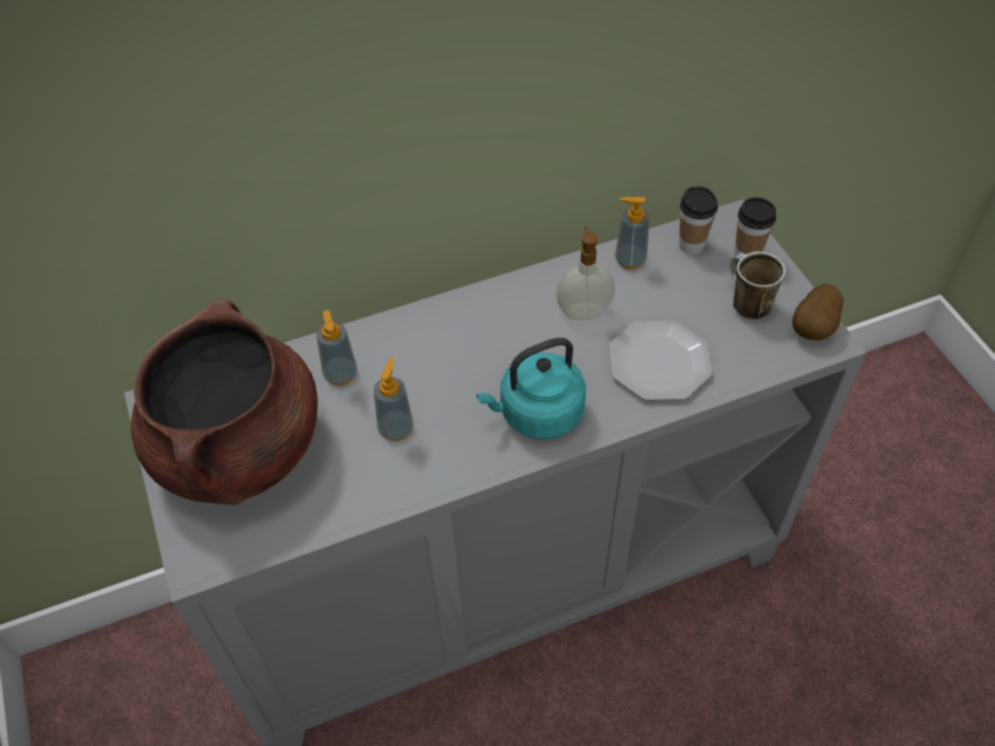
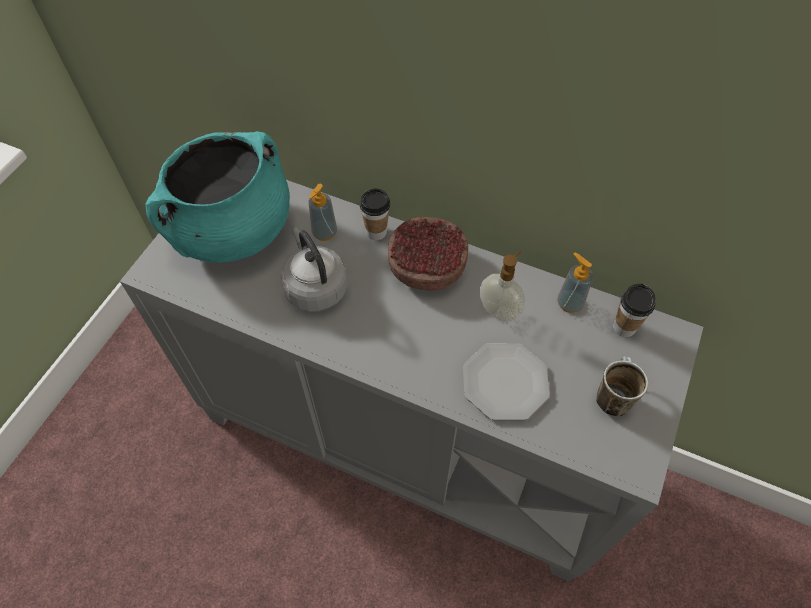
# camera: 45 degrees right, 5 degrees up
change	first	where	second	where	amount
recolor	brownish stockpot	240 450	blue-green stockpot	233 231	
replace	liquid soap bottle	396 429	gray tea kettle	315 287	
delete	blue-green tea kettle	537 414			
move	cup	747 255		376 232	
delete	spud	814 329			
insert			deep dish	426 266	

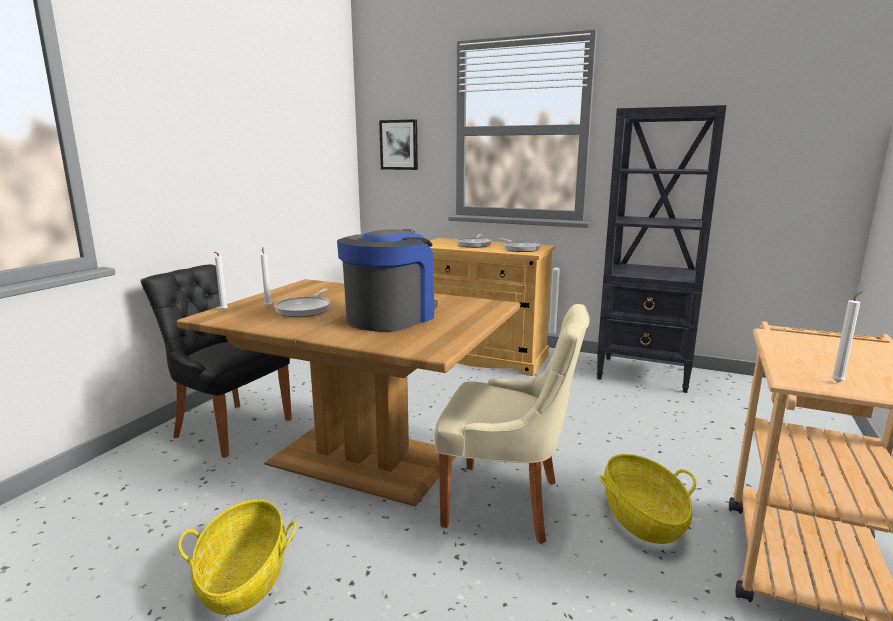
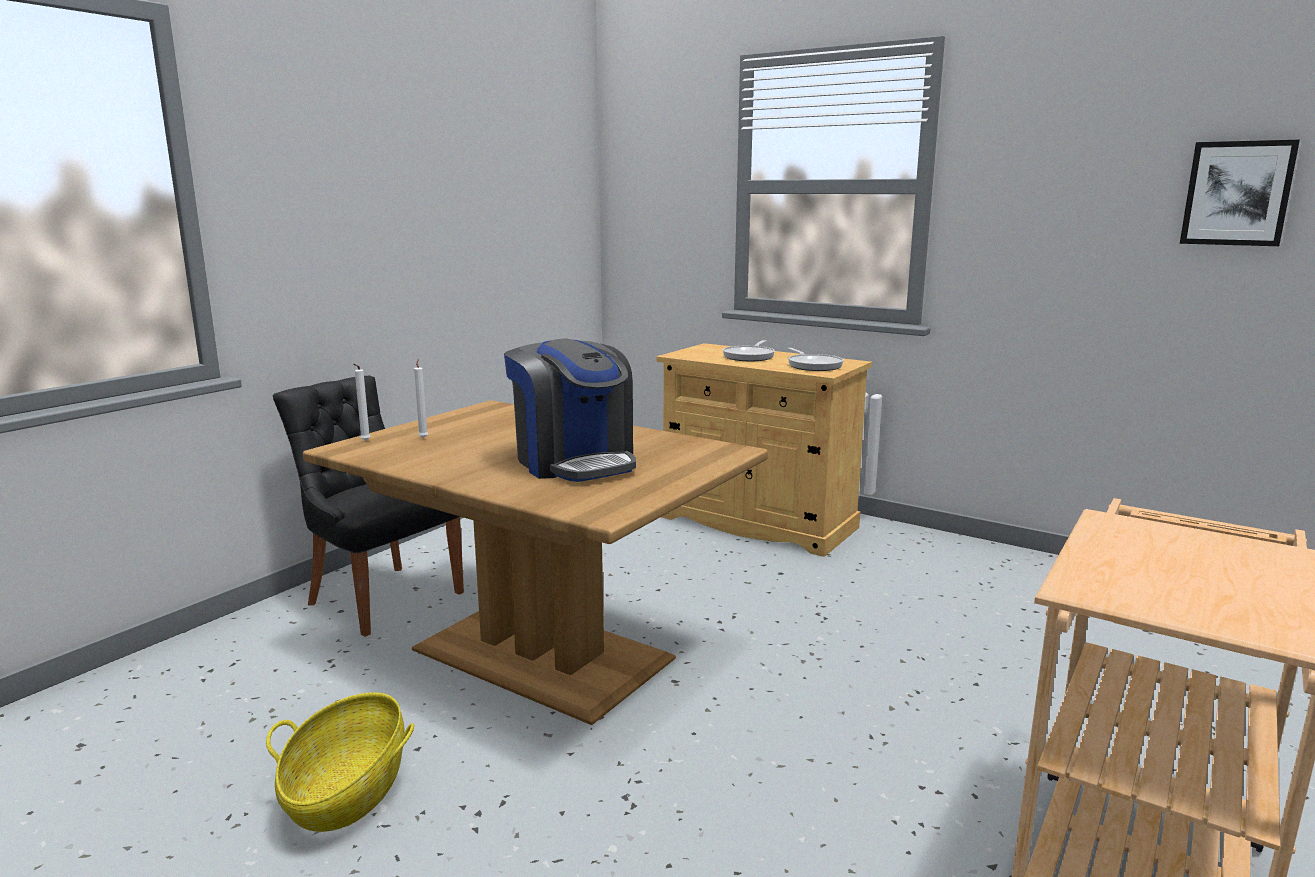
# camera: 10 degrees right, 0 degrees up
change	first	where	second	where	amount
delete	frying pan	305 309			
rotate	coffee maker	391 317		574 462	105 degrees clockwise
move	wall art	399 145		1237 193	
delete	beige-coloured plain chair	507 503			
delete	black bookshelf	644 374			
delete	storage basket	642 518			
delete	whitish candle	838 382			

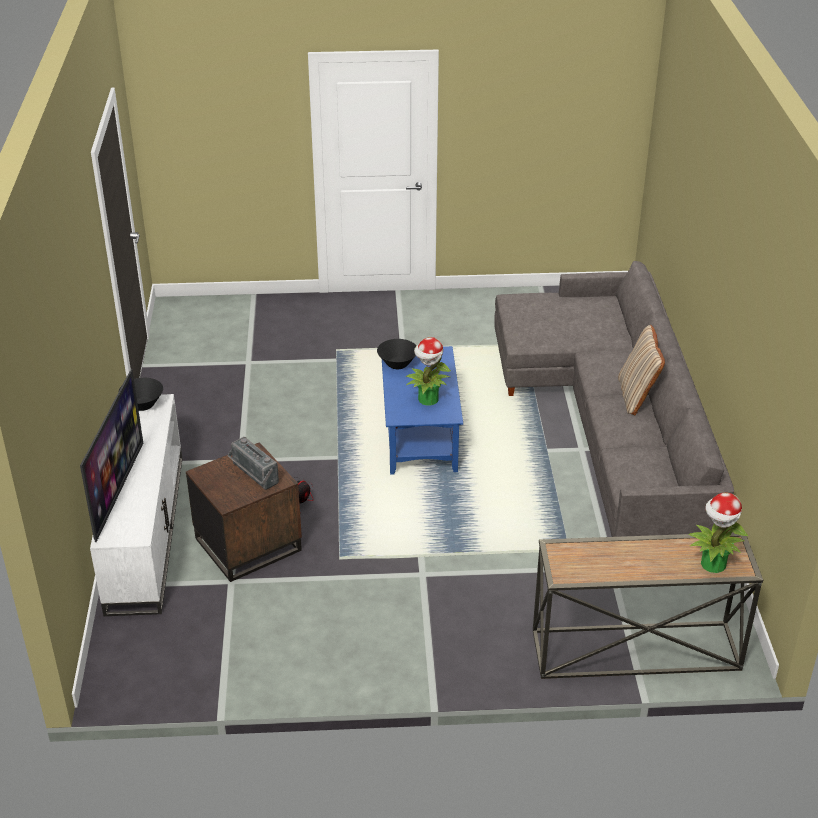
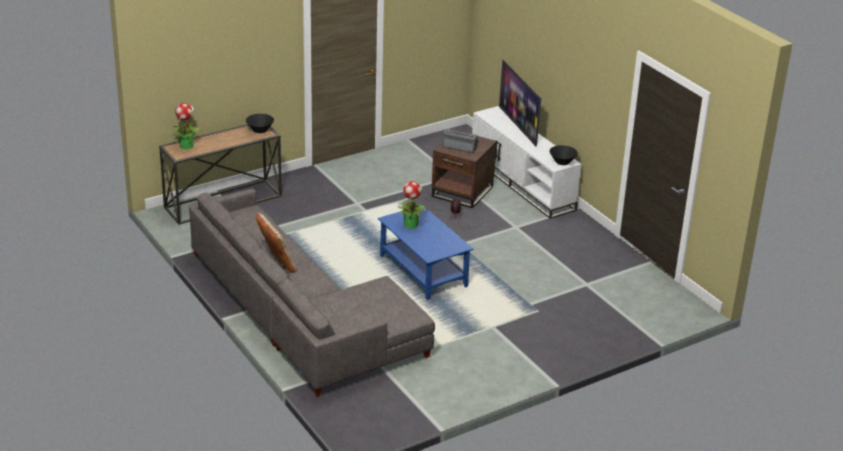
# camera: 150 degrees right, 5 degrees down
change	first	where	second	where	amount
move	black deep dish	397 364		260 130	

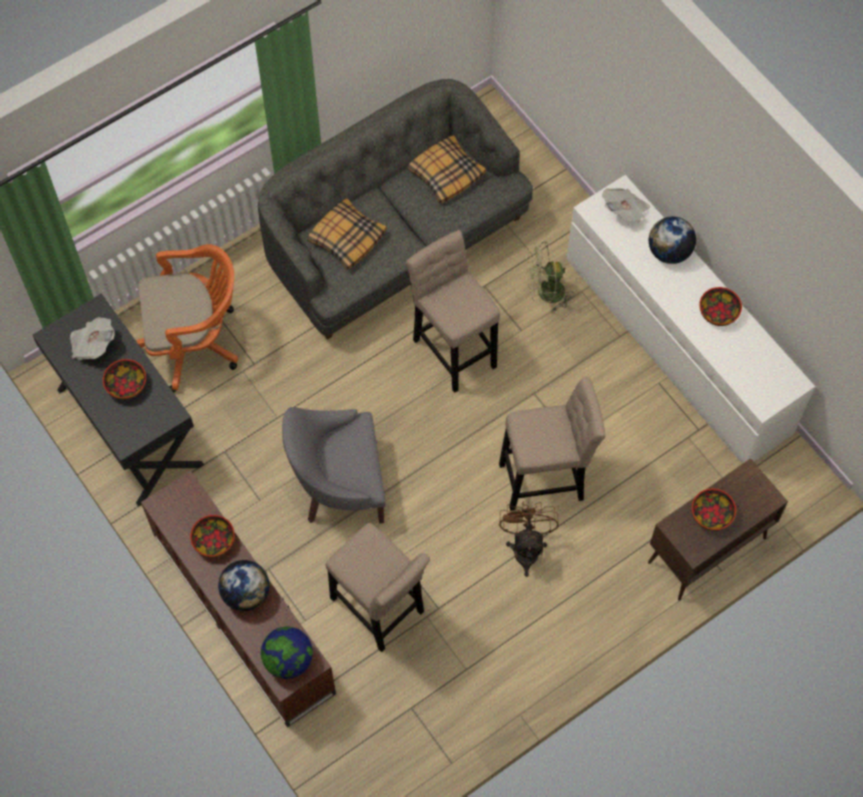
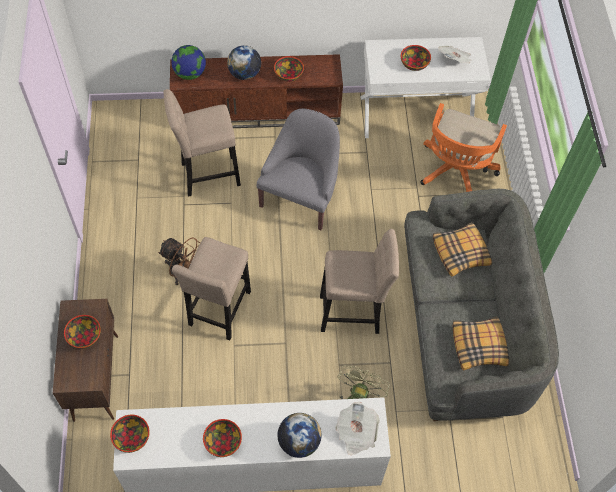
# camera: 120 degrees right, 5 degrees down
change	first	where	second	where	amount
recolor	black desk table	128 427	whitish desk table	416 114	
insert			deep dish	131 437	

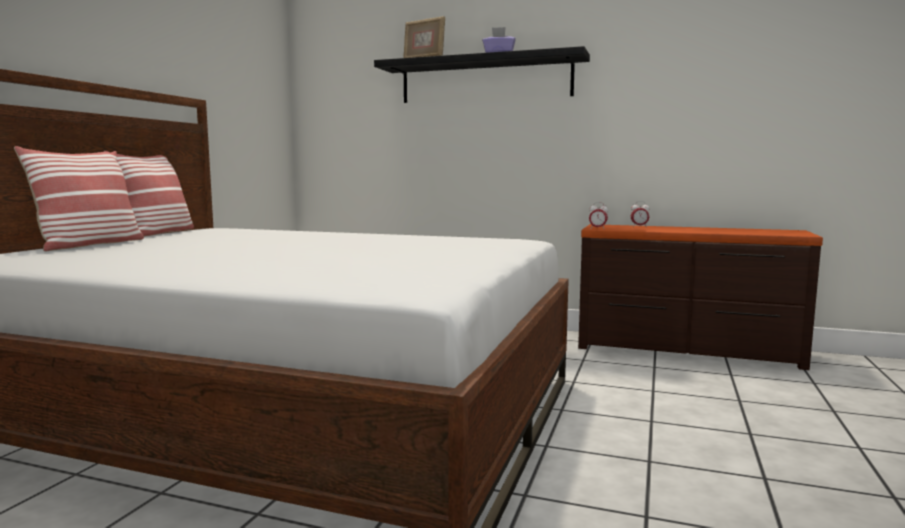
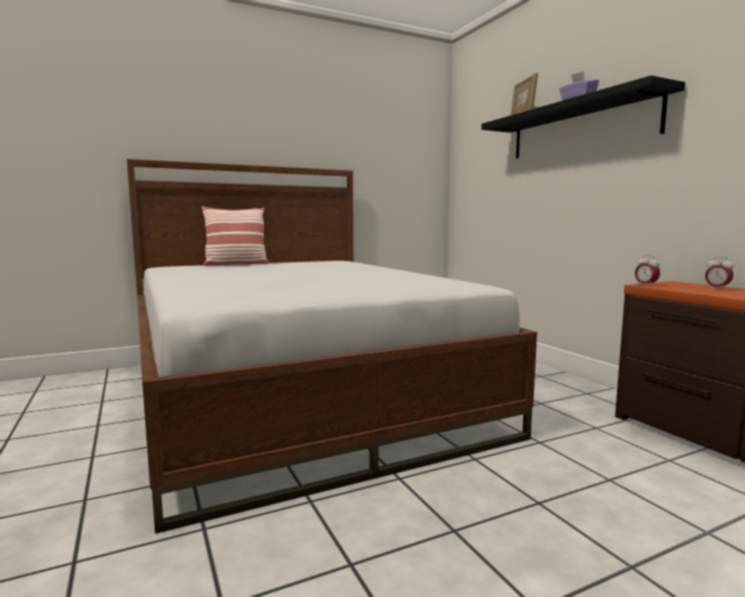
# camera: 45 degrees right, 0 degrees up
change	first	where	second	where	amount
delete	throw pillow	157 233			

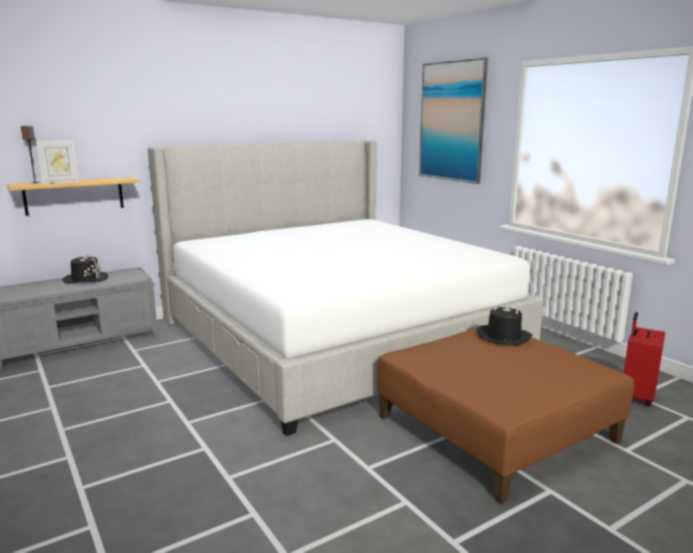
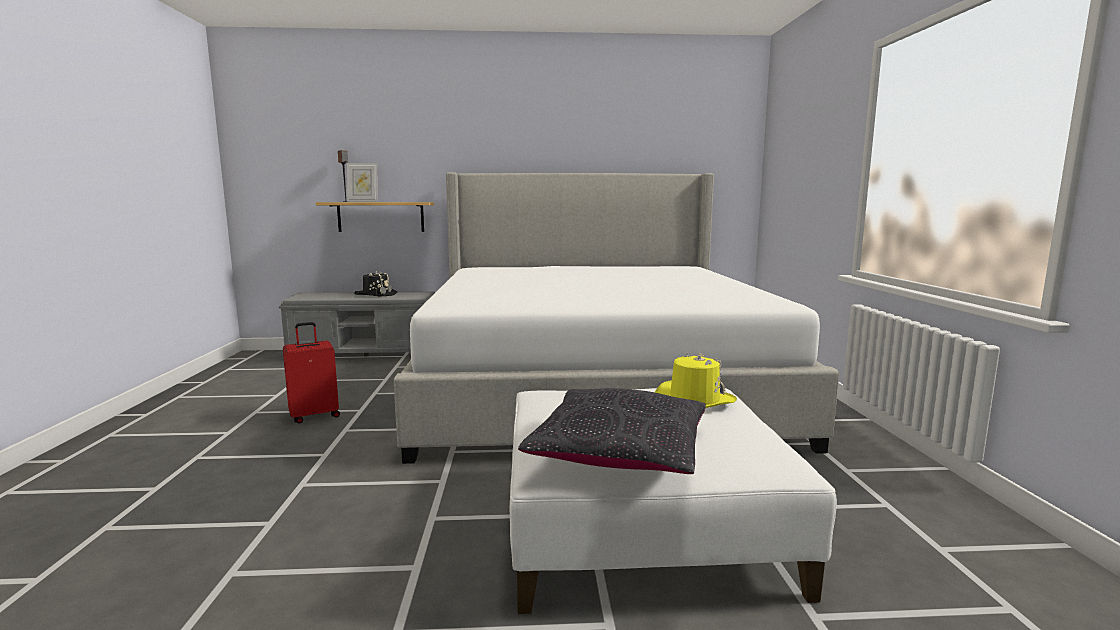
# camera: 30 degrees right, 5 degrees down
change	first	where	second	where	amount
recolor	brownish footrest	496 429	whitish footrest	642 525	
delete	wall art	451 121			
recolor	black clothing hat	503 337	yellow clothing hat	694 399	
move	reddish piece of luggage	636 397		314 416	
insert			black throw pillow	620 453	

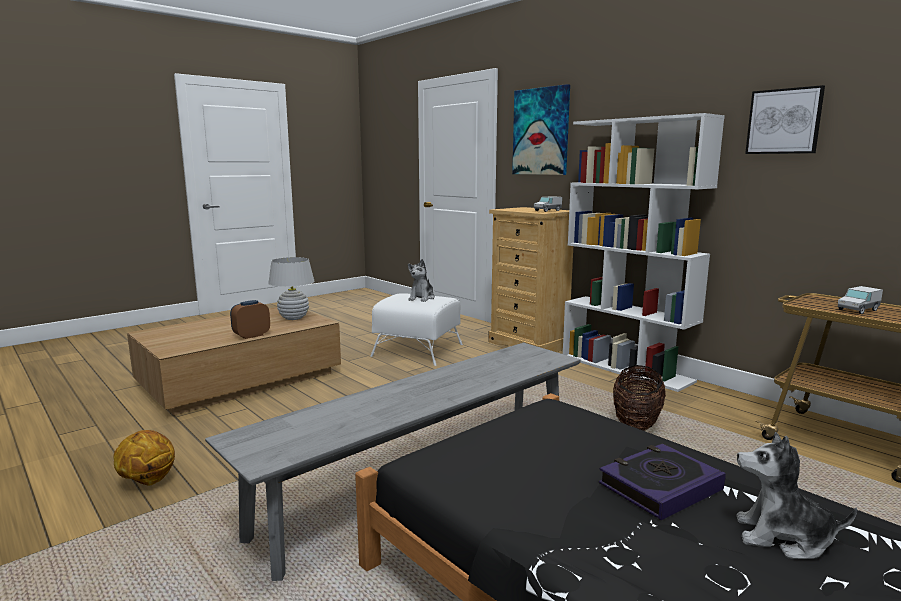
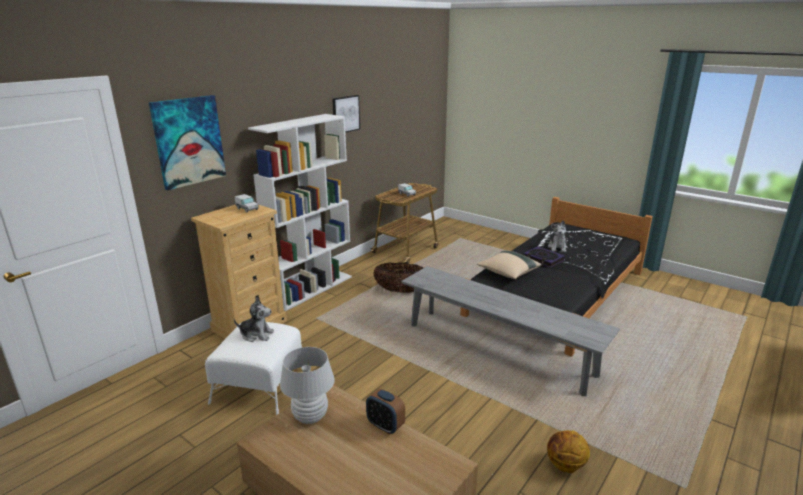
# camera: 100 degrees left, 10 degrees up
change	first	where	second	where	amount
insert			beige-coloured throw pillow	508 273	

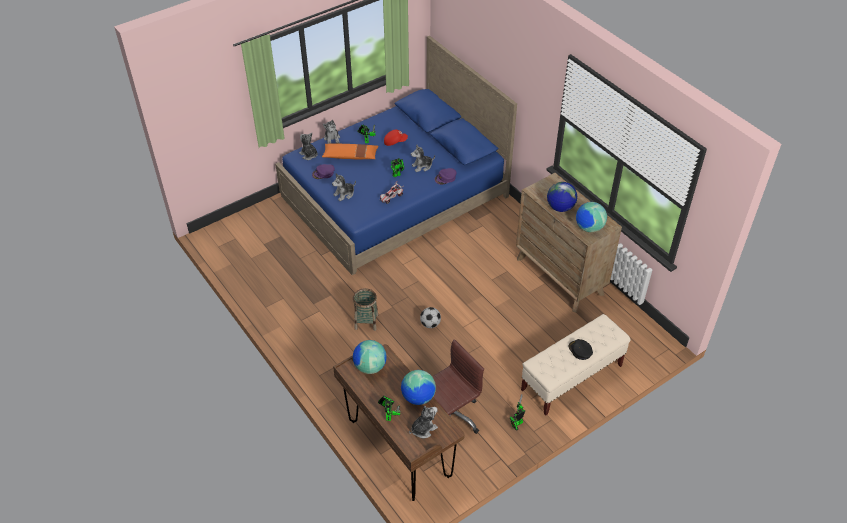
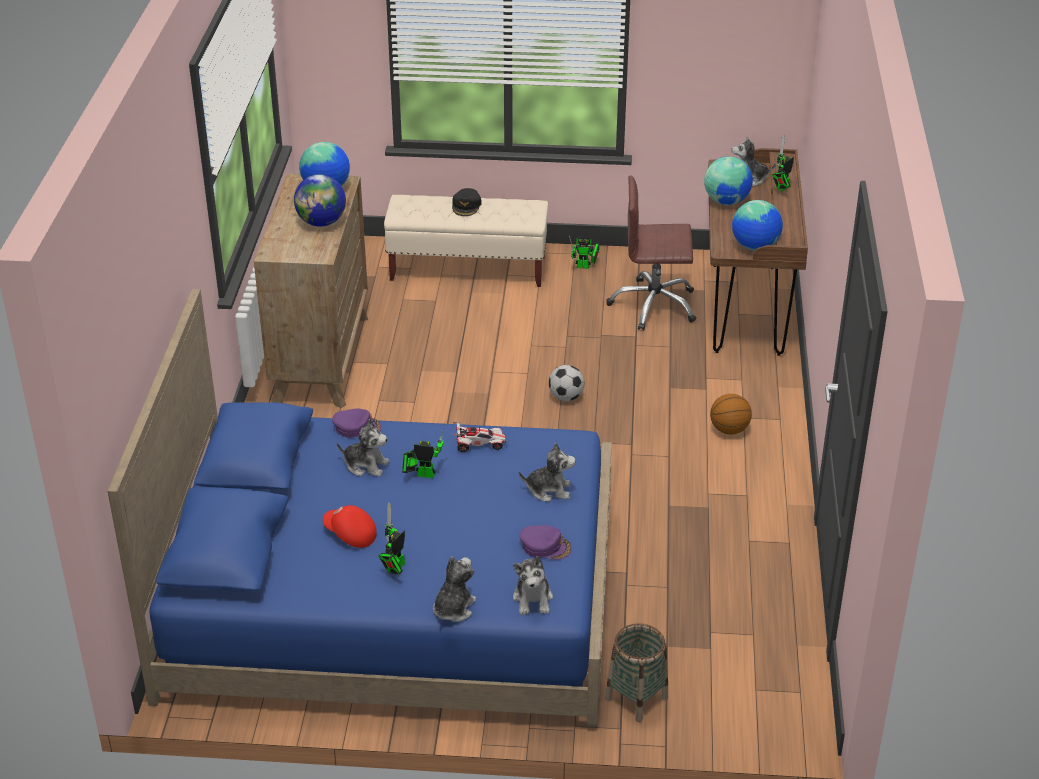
# camera: 140 degrees left, 10 degrees down
change	first	where	second	where	amount
delete	orange throw pillow	350 156			
move	storage basket	366 322		636 698	
insert			basketball ball	729 430	

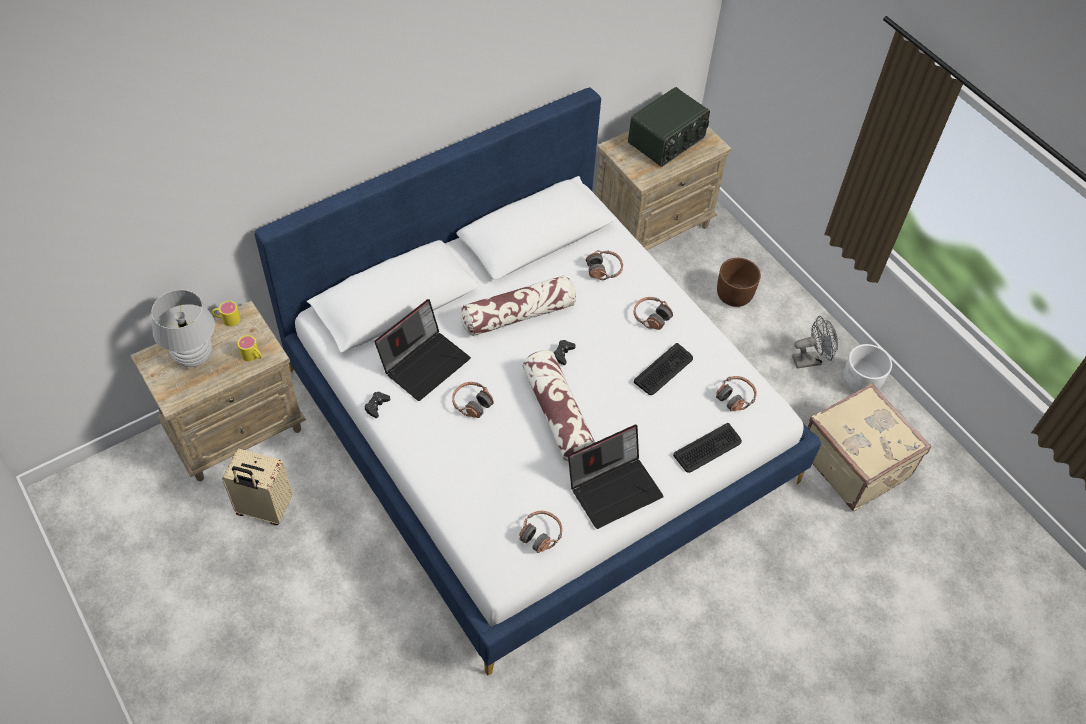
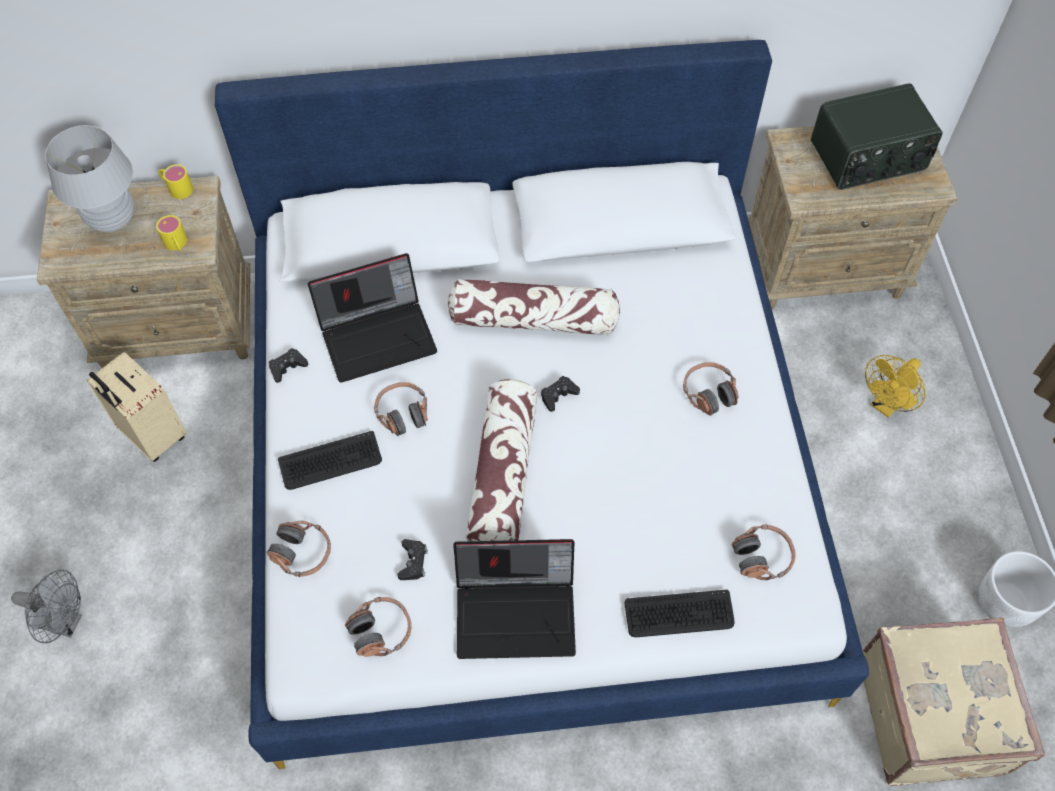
# camera: 30 degrees right, 5 degrees up
change	first	where	second	where	amount
move	headset	604 269		302 553	
move	computer keyboard	664 370		330 461	
replace	brownish planter	734 295	yellow cooling fan	886 405	
move	gray cooling fan	810 360		65 622	
insert			black gamepad	413 562	

